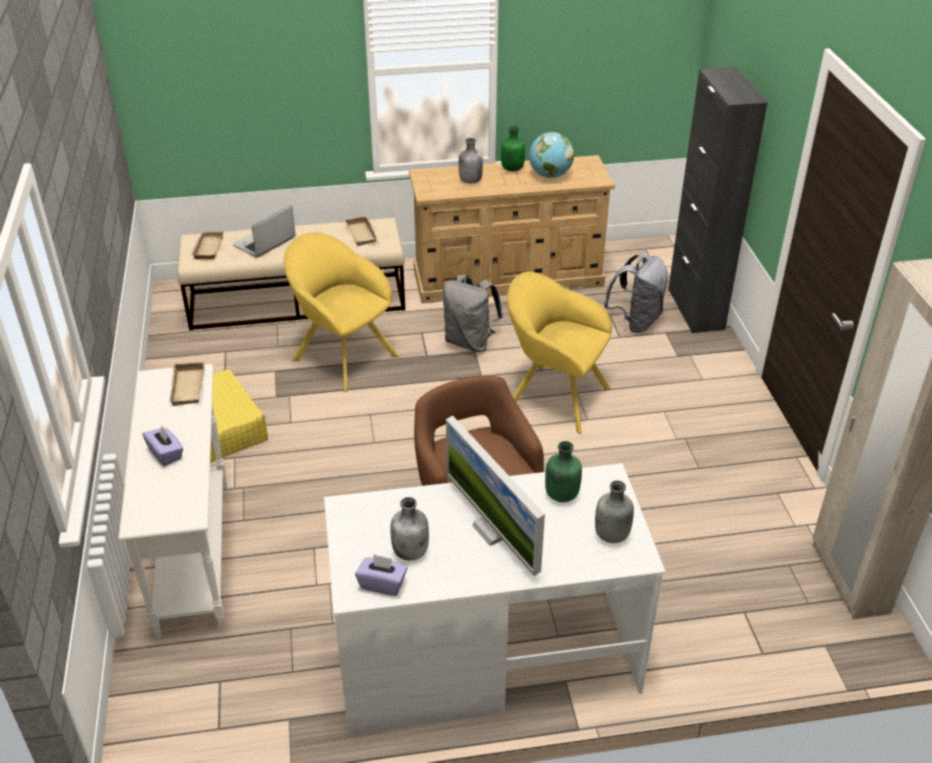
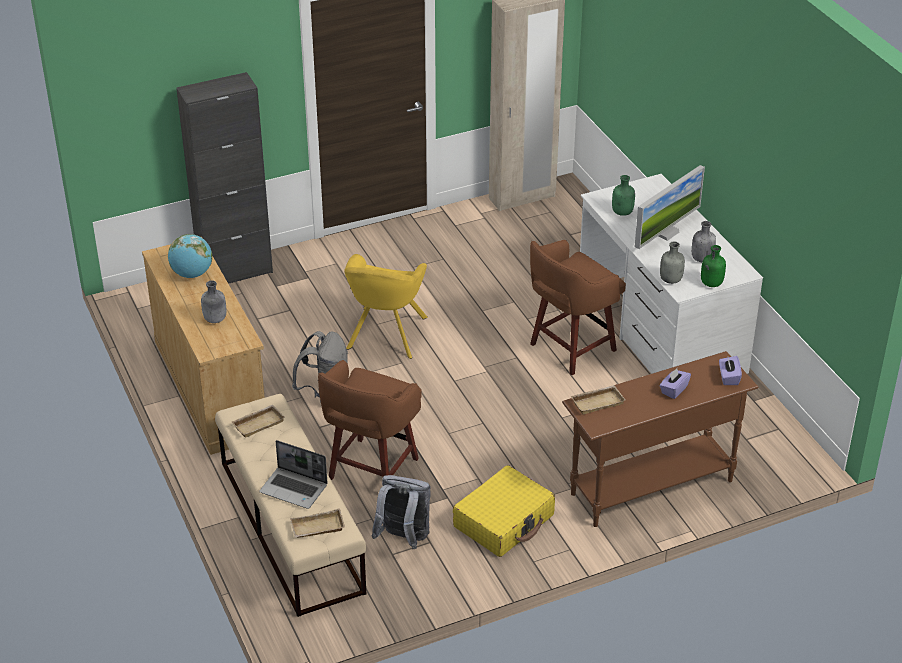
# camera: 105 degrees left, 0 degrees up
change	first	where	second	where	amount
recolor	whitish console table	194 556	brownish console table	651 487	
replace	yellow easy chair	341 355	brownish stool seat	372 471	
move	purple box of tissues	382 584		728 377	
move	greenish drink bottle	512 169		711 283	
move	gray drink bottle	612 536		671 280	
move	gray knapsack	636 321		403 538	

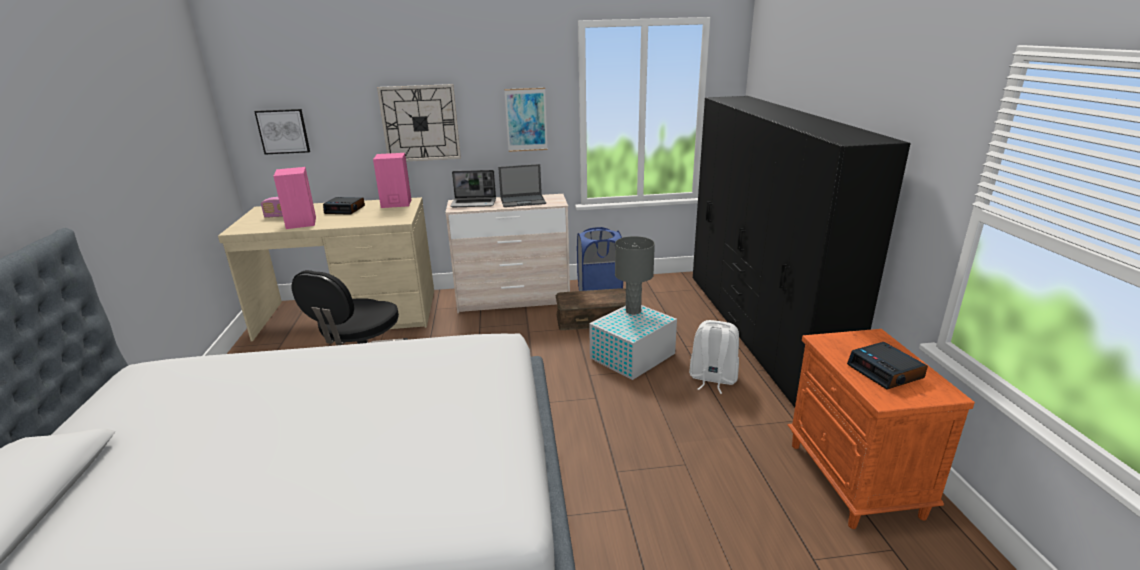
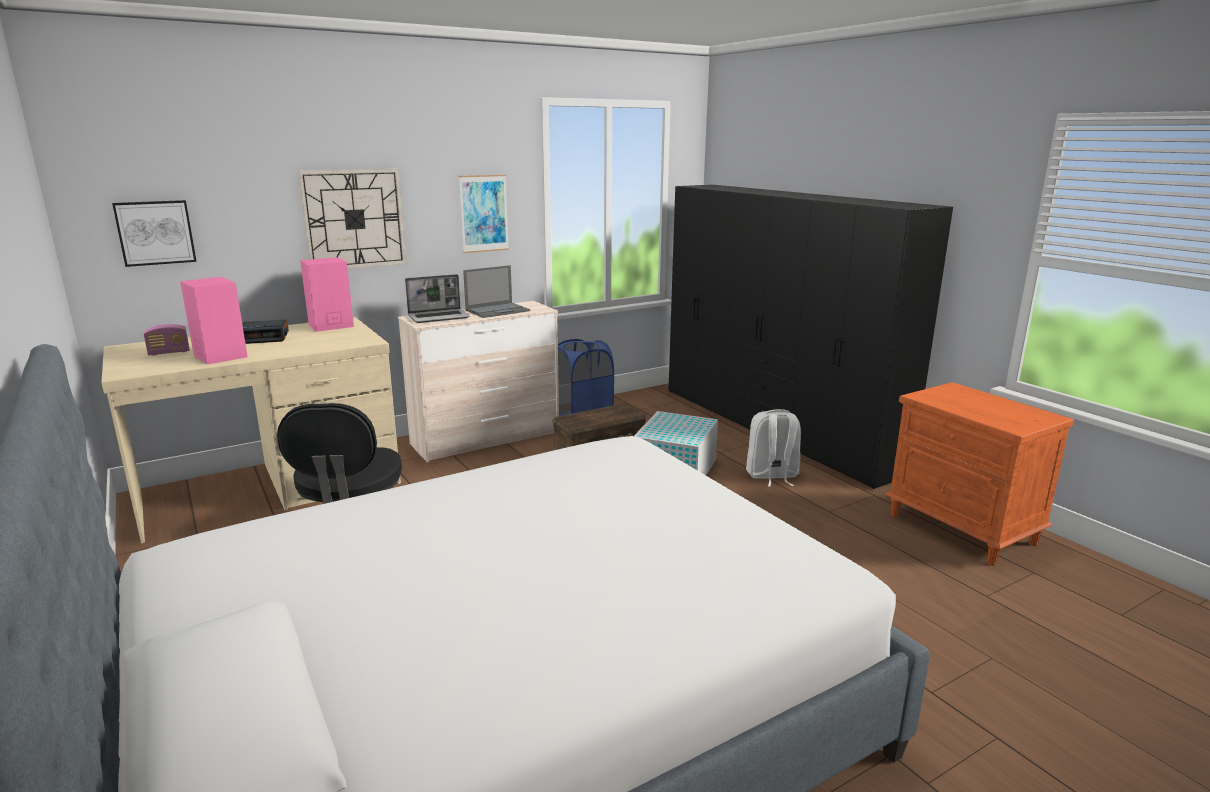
# camera: 25 degrees left, 5 degrees down
change	first	where	second	where	amount
delete	gray table lamp	633 311			
delete	bedside clock	886 372			

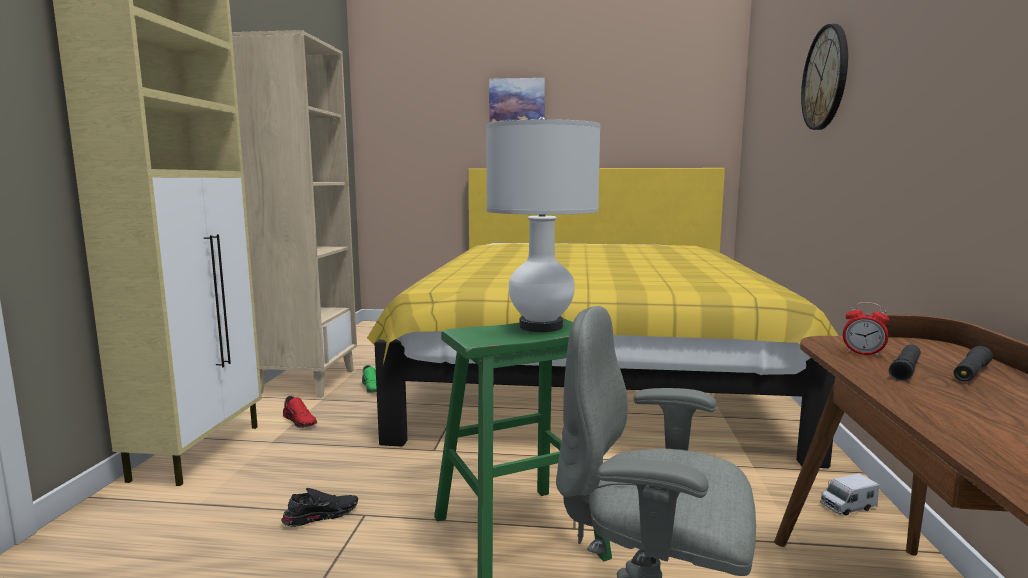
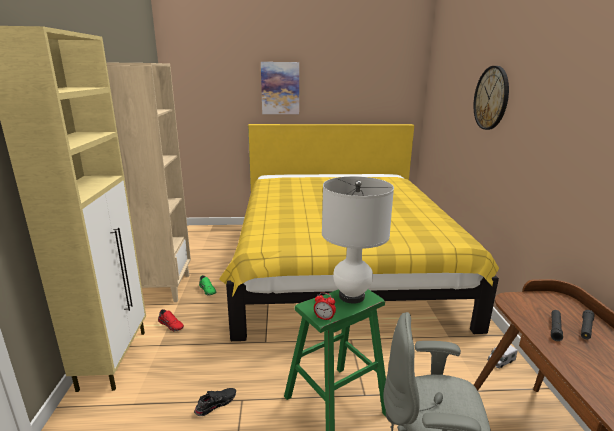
# camera: 10 degrees left, 10 degrees up
change	first	where	second	where	amount
move	bedside clock	863 354		324 318	

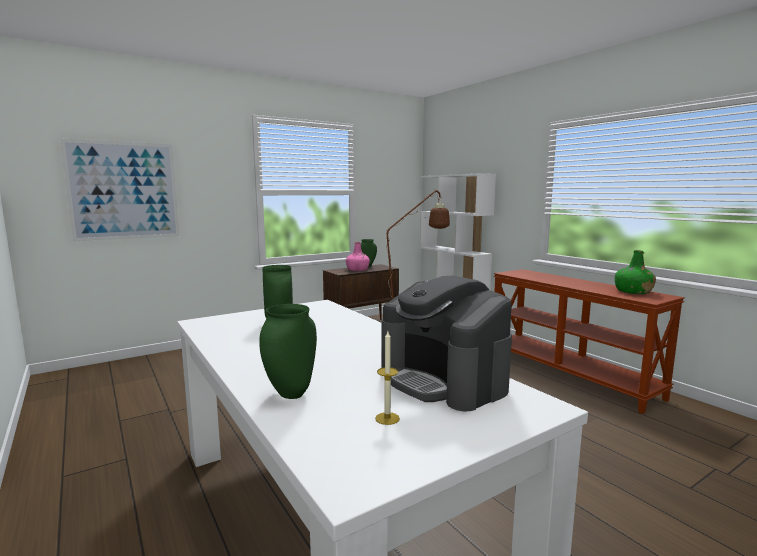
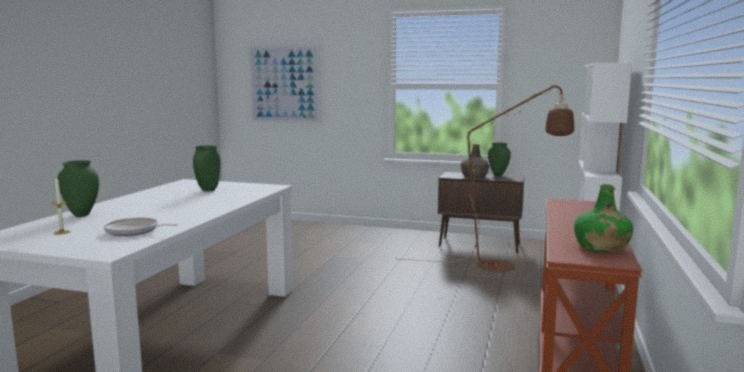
# camera: 50 degrees right, 0 degrees up
change	first	where	second	where	amount
recolor	pink drink bottle	358 270	greenish drink bottle	474 176	
replace	coffee maker	443 380	frying pan	134 231	

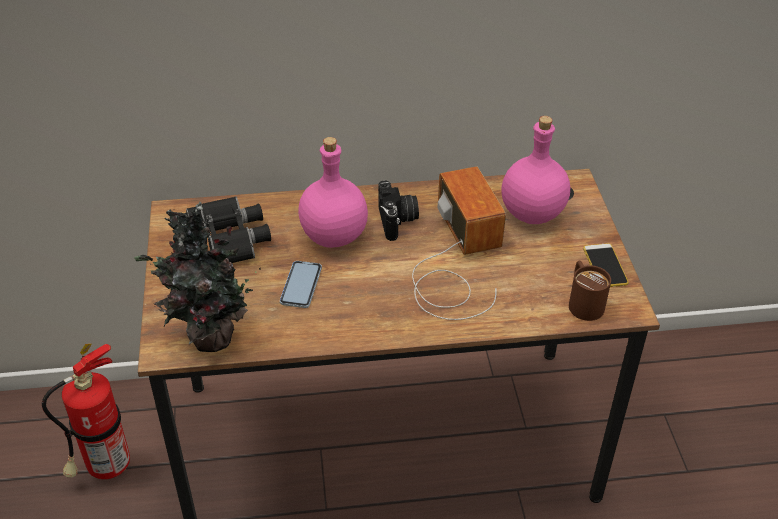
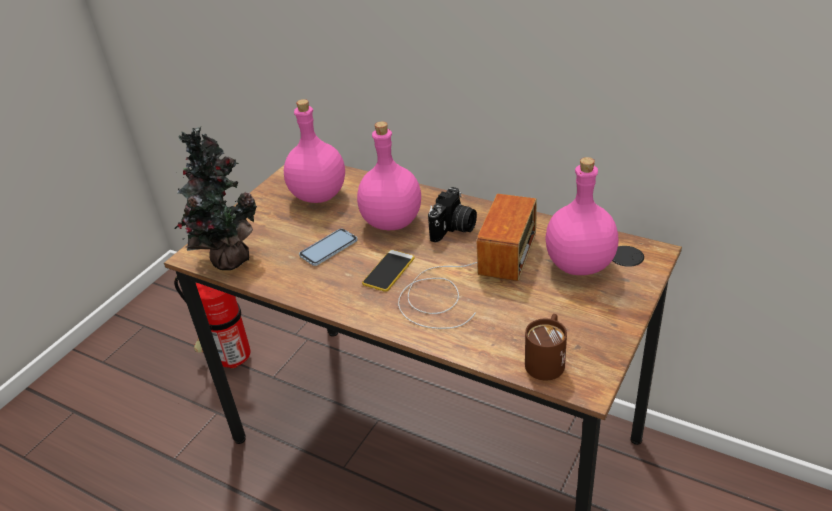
# camera: 40 degrees right, 5 degrees down
change	first	where	second	where	amount
replace	black binoculars	231 237	pink drink bottle	319 196	
move	handset	605 266		388 271	

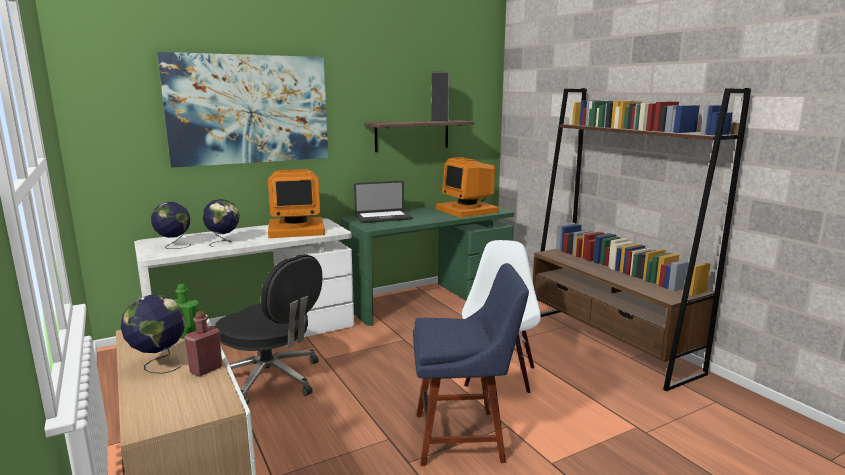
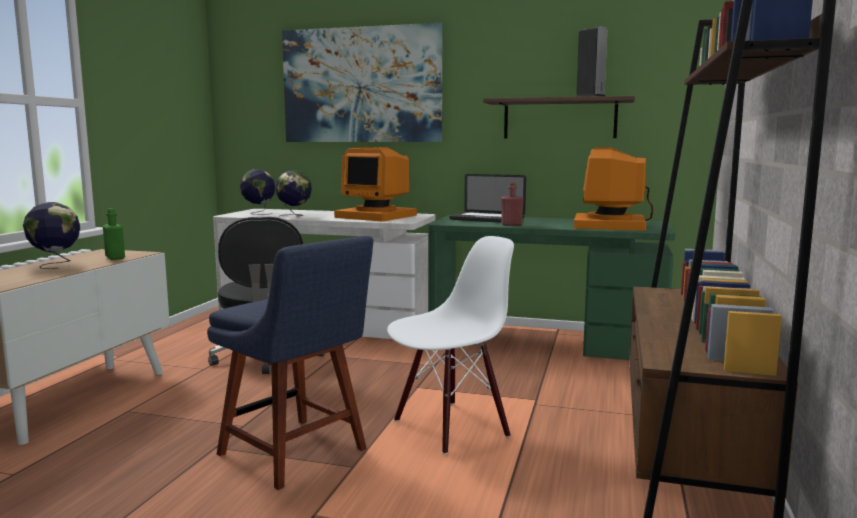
# camera: 45 degrees right, 5 degrees down
change	first	where	second	where	amount
move	reddish drink bottle	206 369		511 225	

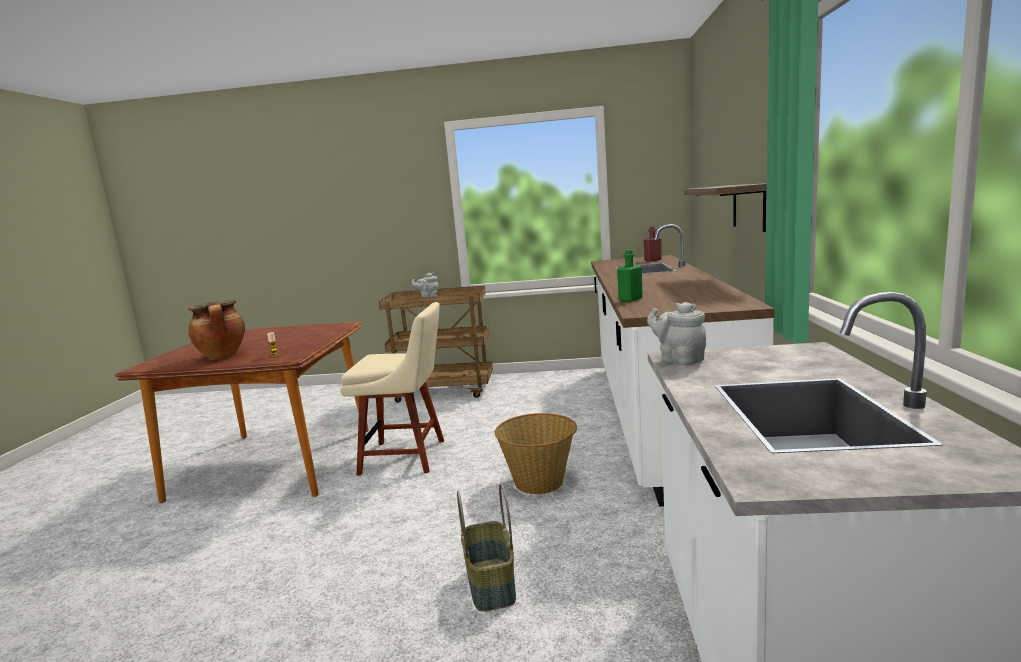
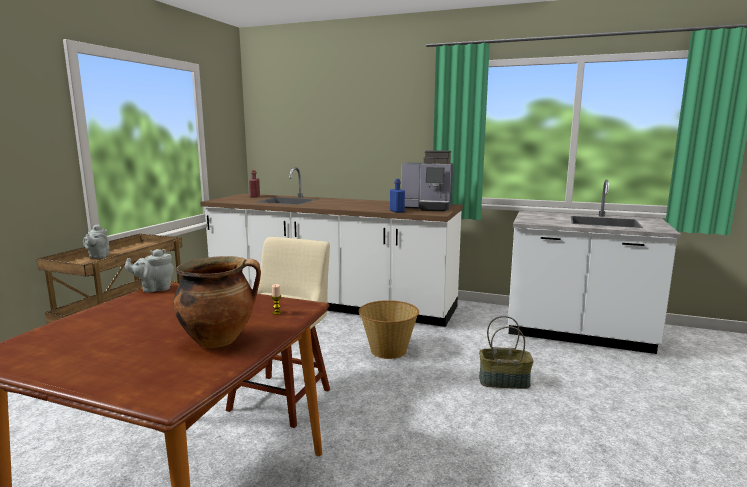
# camera: 75 degrees left, 0 degrees up
change	first	where	second	where	amount
recolor	greenish drink bottle	630 300	blue drink bottle	397 211	
move	gray teapot	679 360		154 289	
delete	wall shelf	749 206			
insert			coffee maker	428 208	

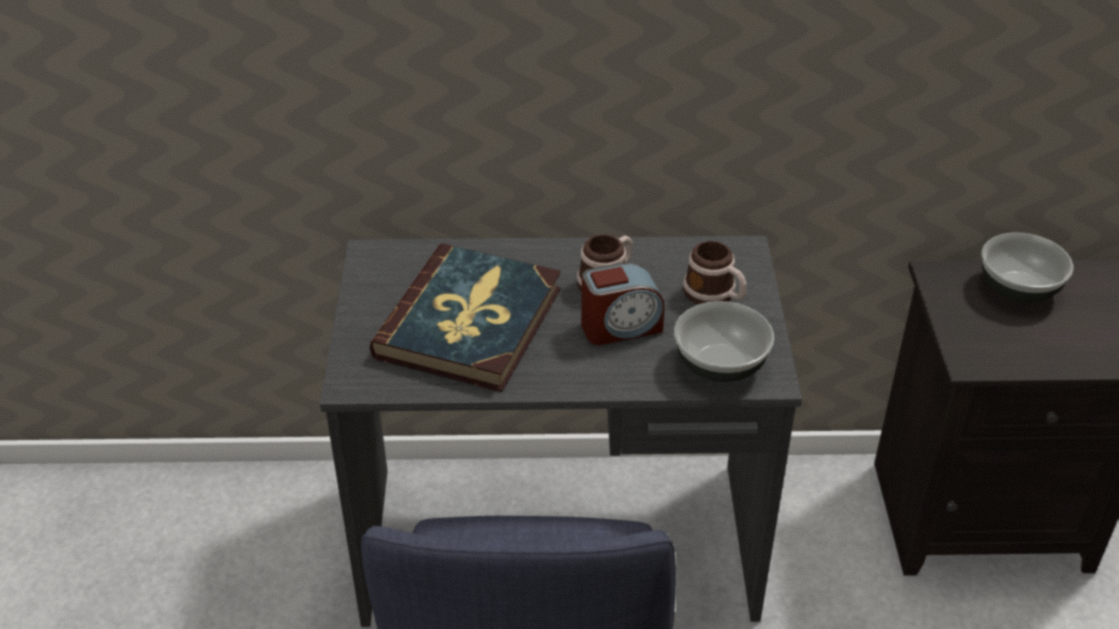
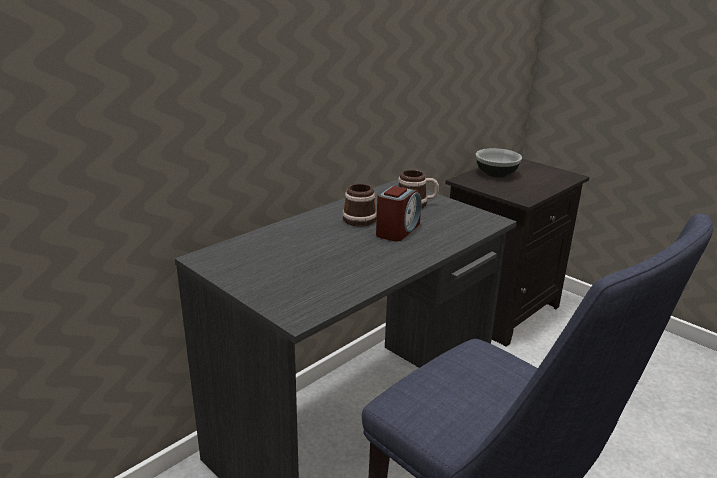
# camera: 45 degrees left, 15 degrees down
change	first	where	second	where	amount
delete	bound book	470 323			
delete	deep dish	721 364			

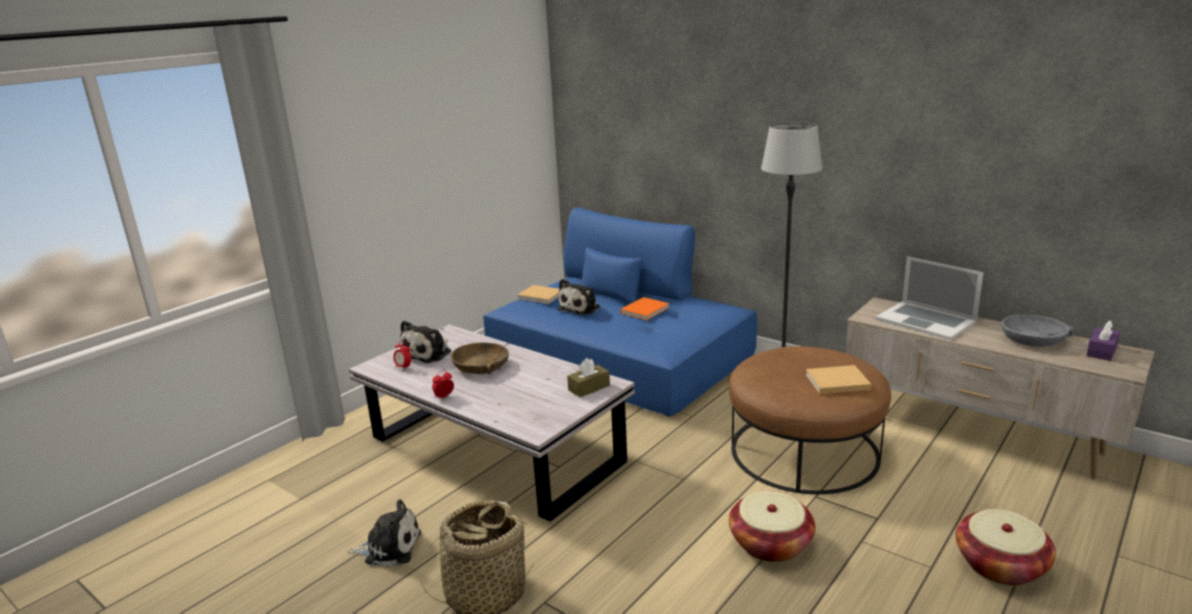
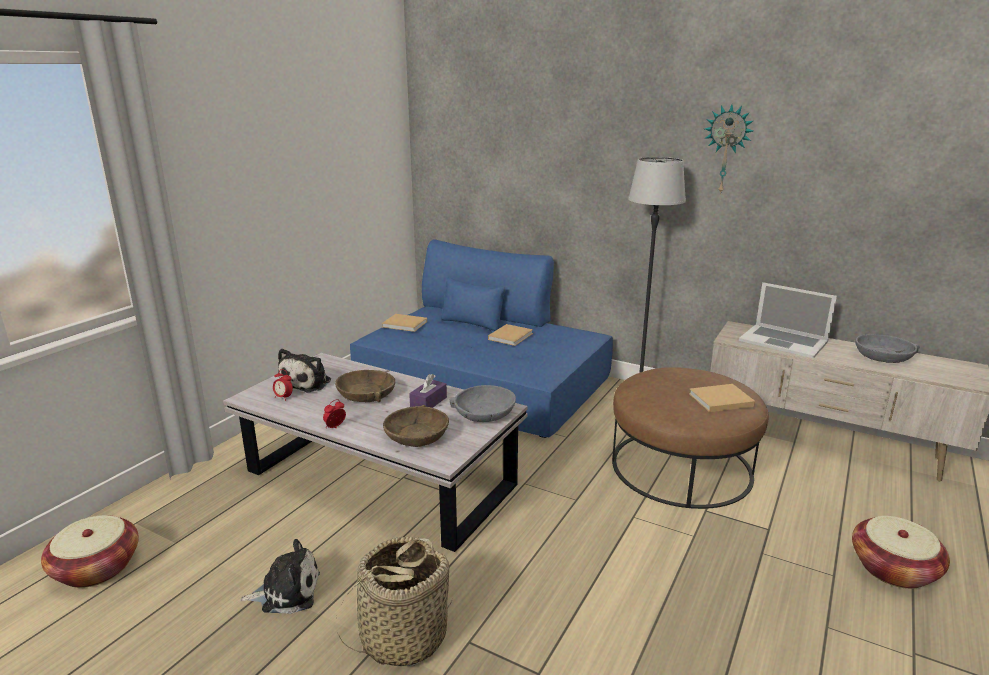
# camera: 10 degrees left, 0 degrees up
change	first	where	second	where	amount
delete	soft toy	581 308			
replace	brownish box of tissues	589 388	gray deep dish	484 413	
recolor	orange bound book	646 310	beige-coloured bound book	511 336	
move	storage basket	770 544		96 568	
move	purple box of tissues	1101 351		428 402	
insert			brownish deep dish	416 435	
insert			hanging clock	726 149	

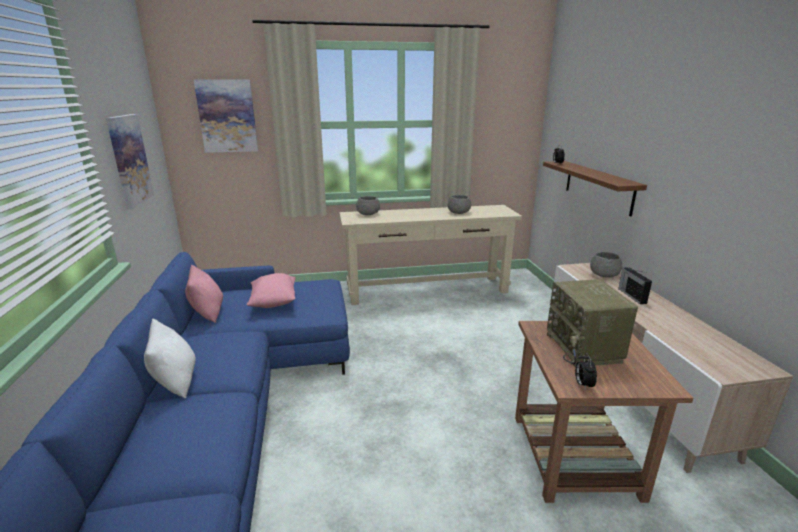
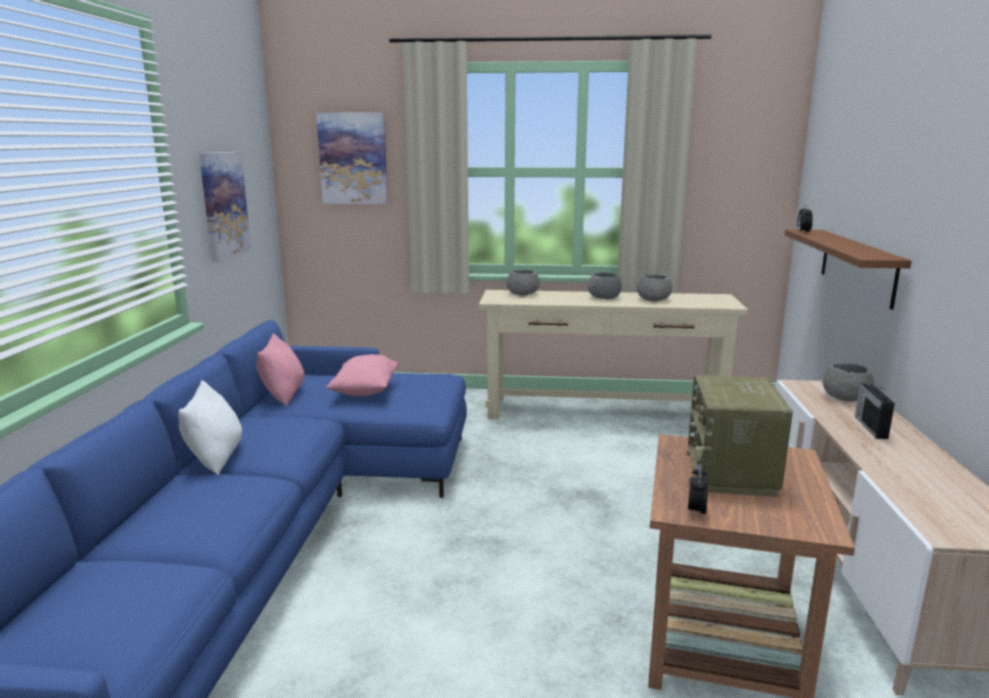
# camera: 15 degrees right, 5 degrees down
change	first	where	second	where	amount
insert			gray deep dish	604 297	

